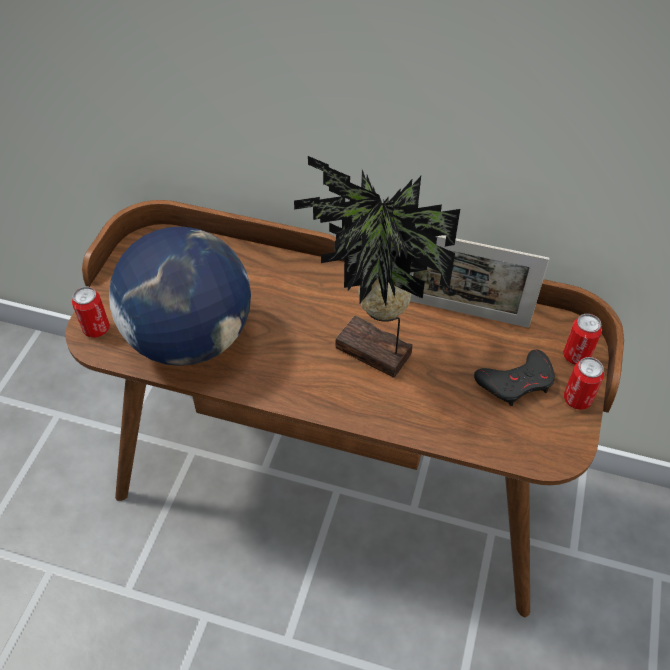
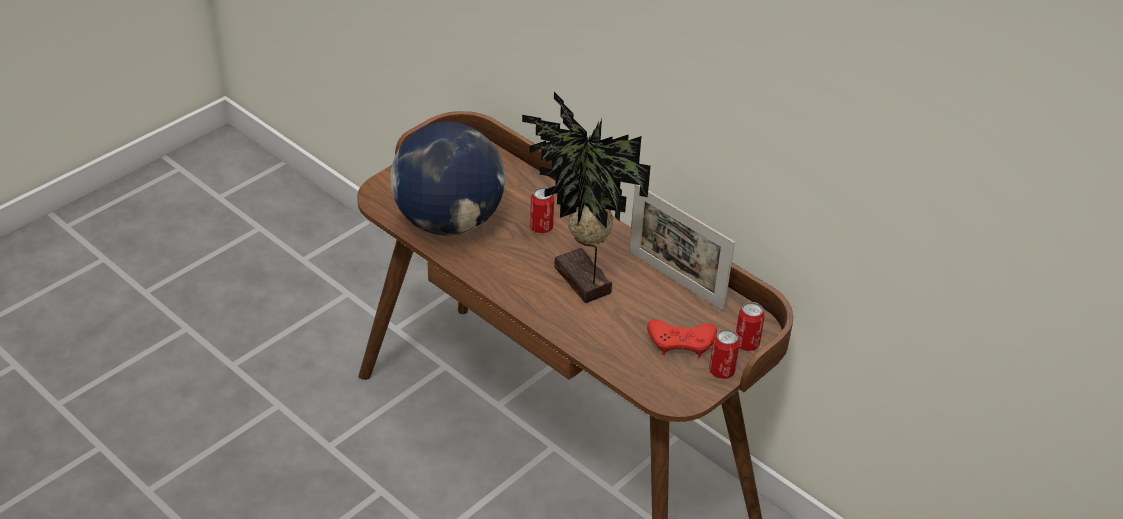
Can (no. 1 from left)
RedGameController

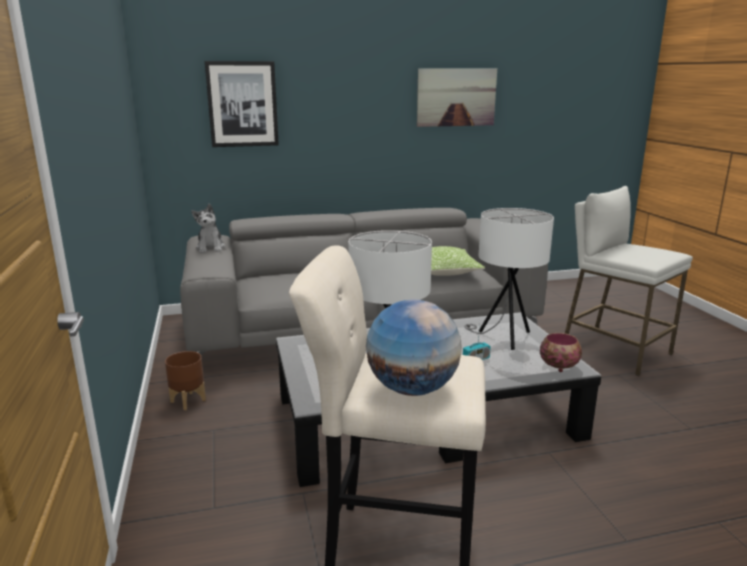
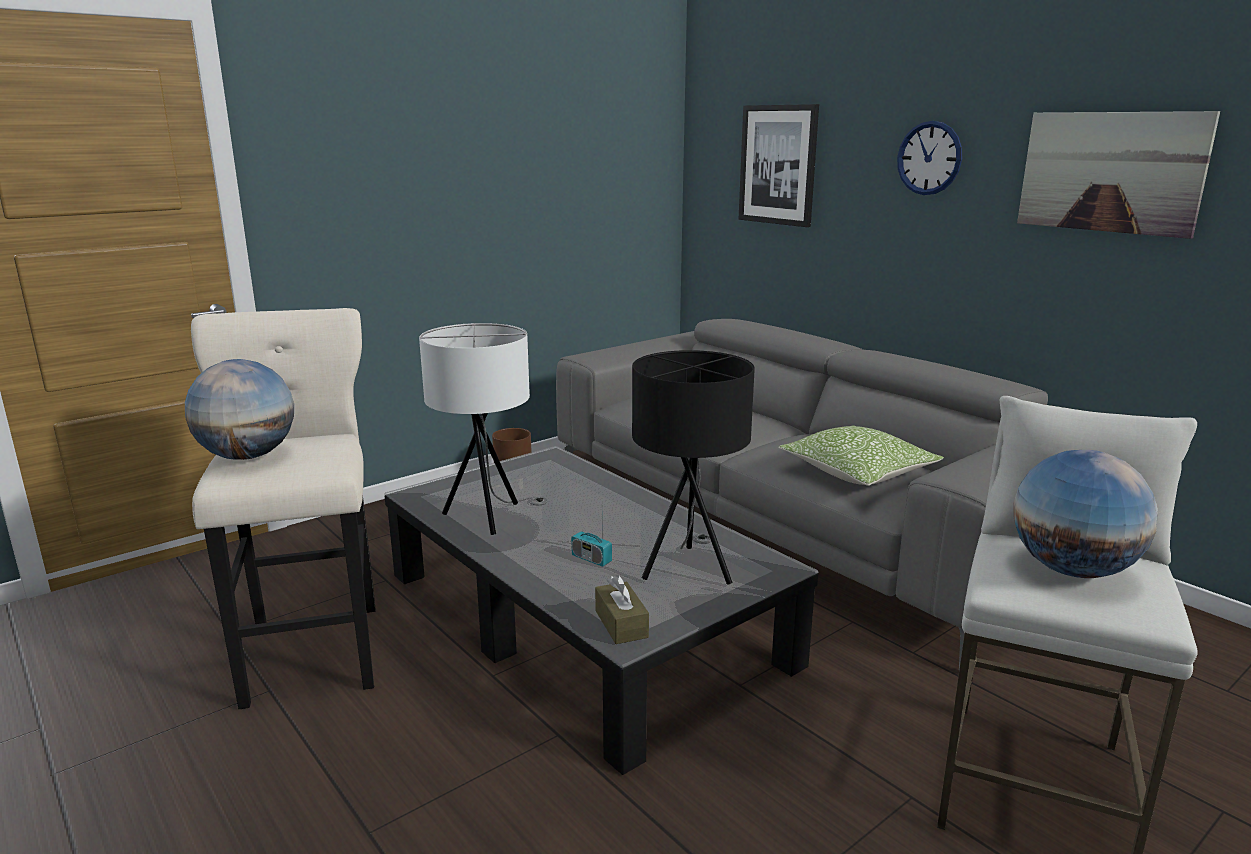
PlushToy
BlackTableLamp
BrownTissueBox
WallClock
Globe (no. 2 from left)

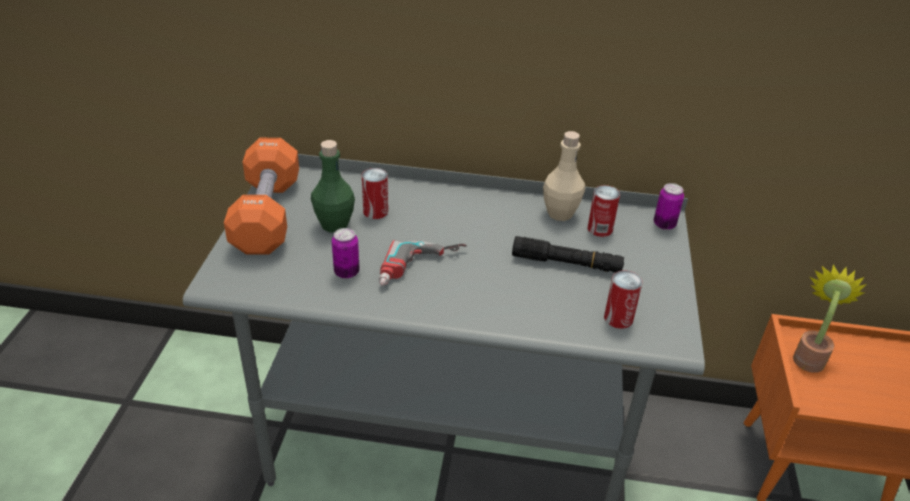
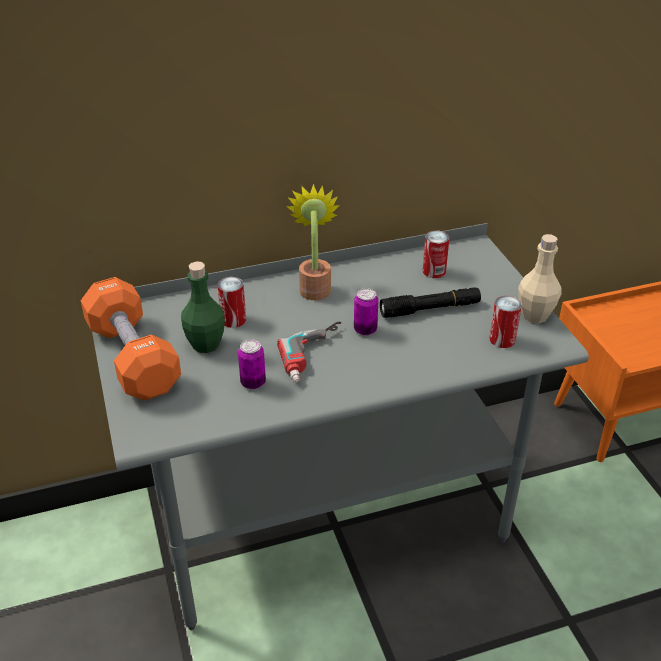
BeigeBottle
Can (no. 3 from left)
PottedPlant

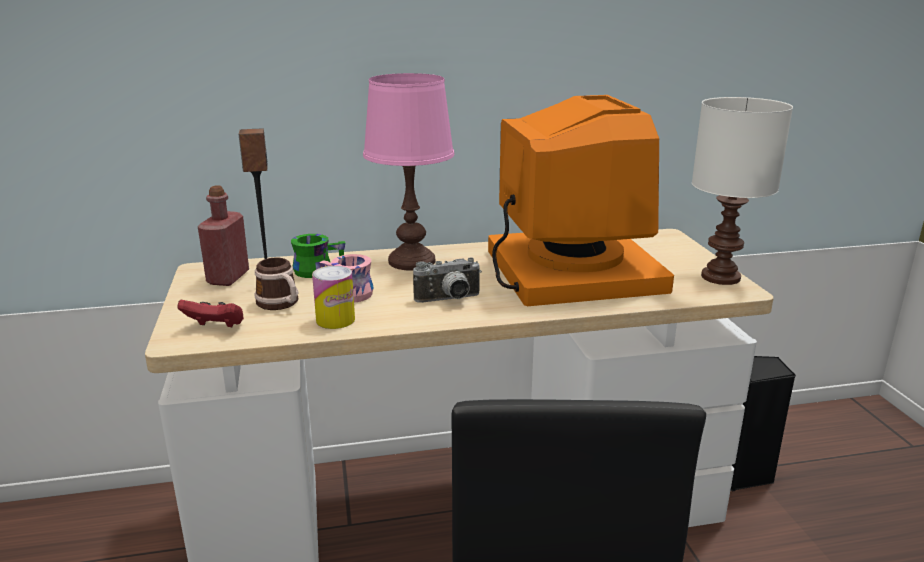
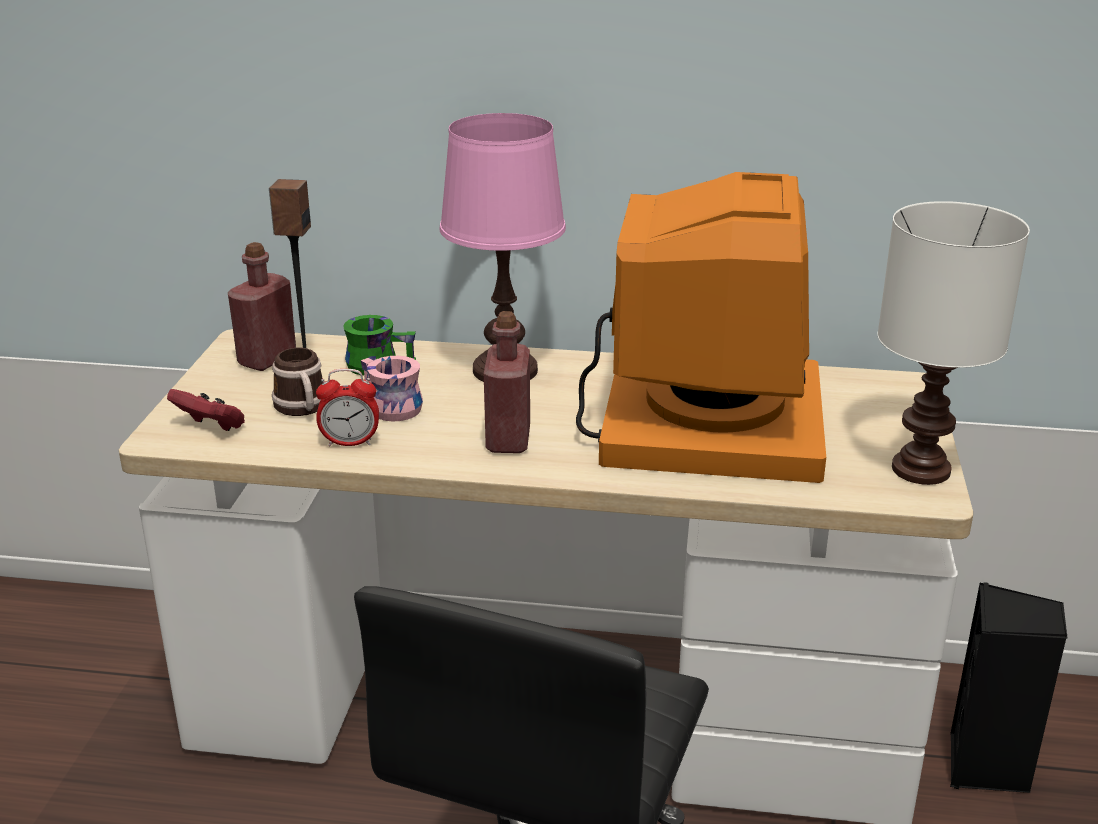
RedBottle (no. 2 from left)
AlarmClock

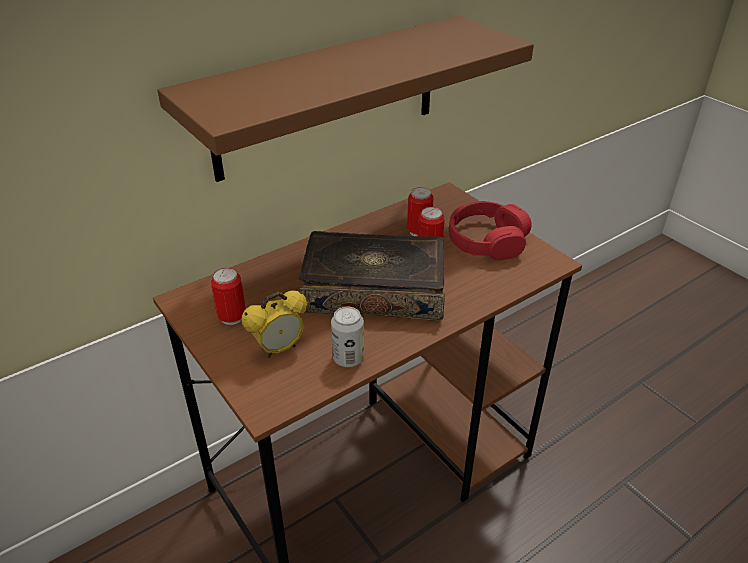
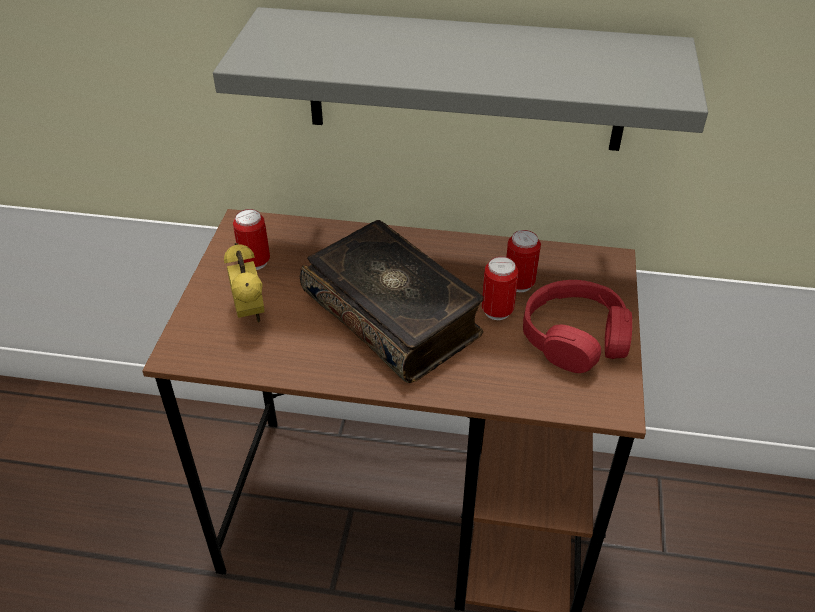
GreyShelf
AlarmClock
Can (no. 2 from left in the first image)

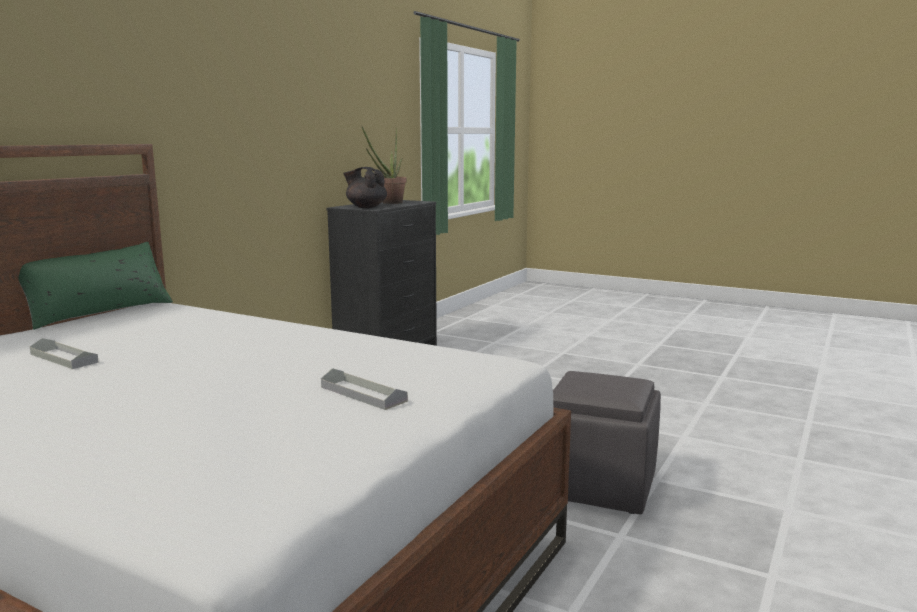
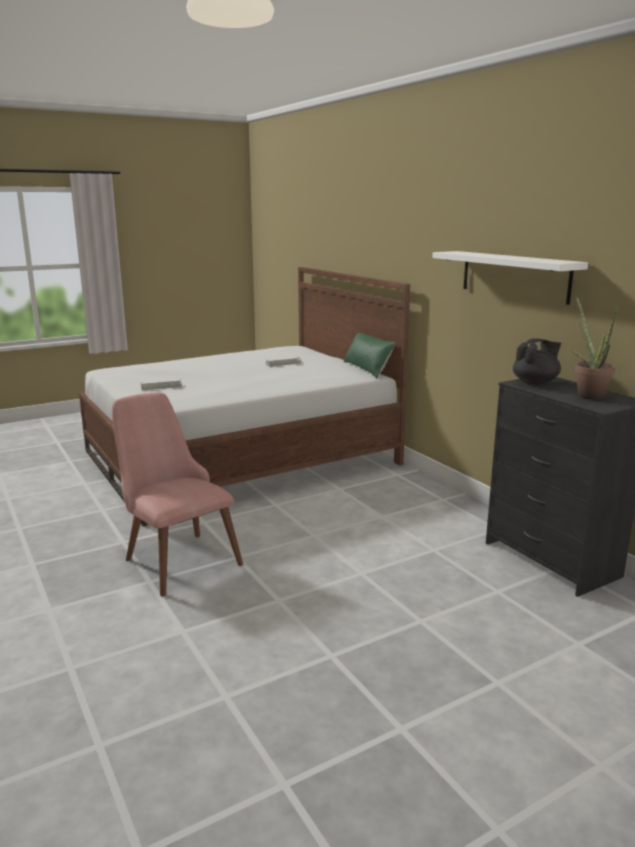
PinkChair
WhiteShelf

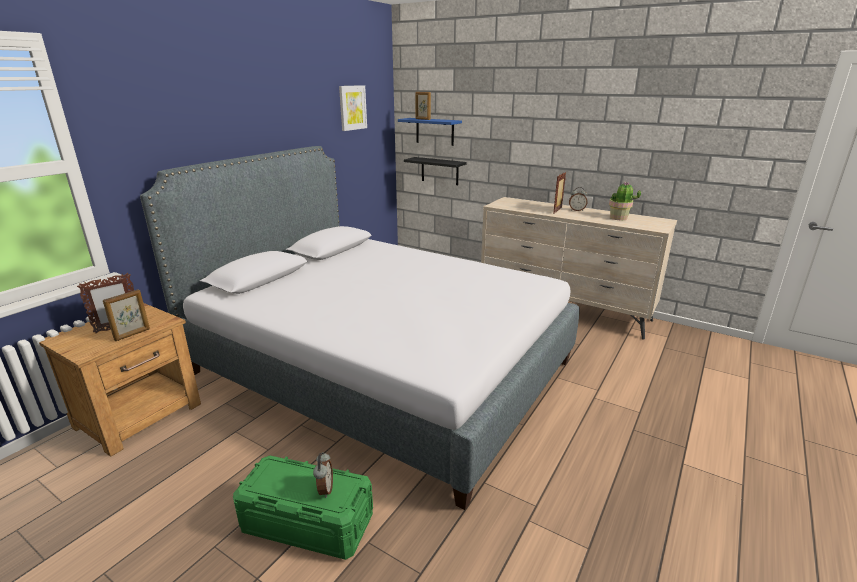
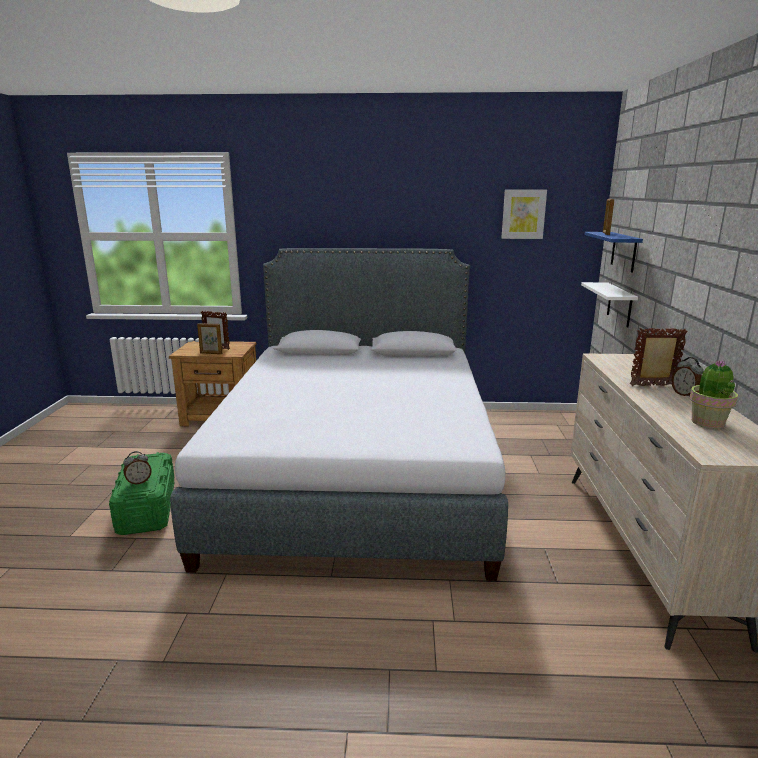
WhiteShelf

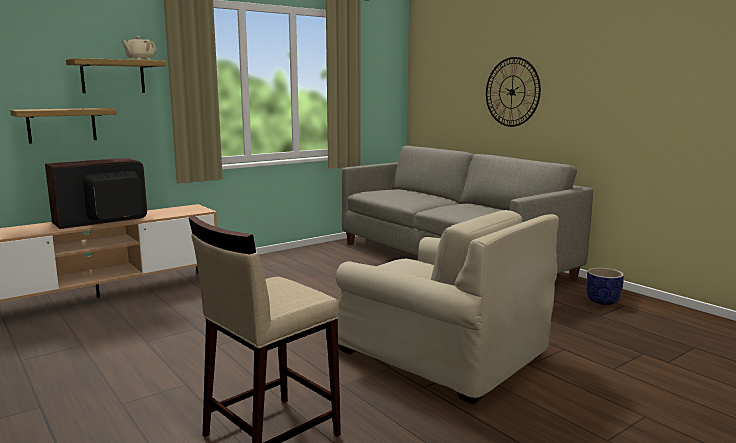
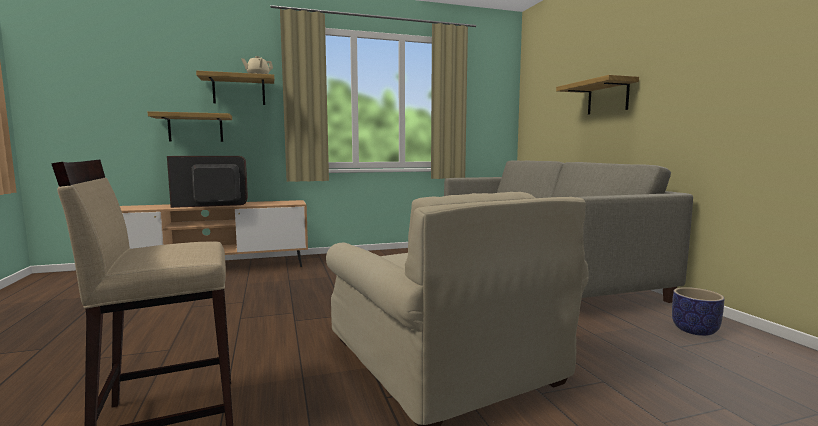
Shelf (no. 3 from left)

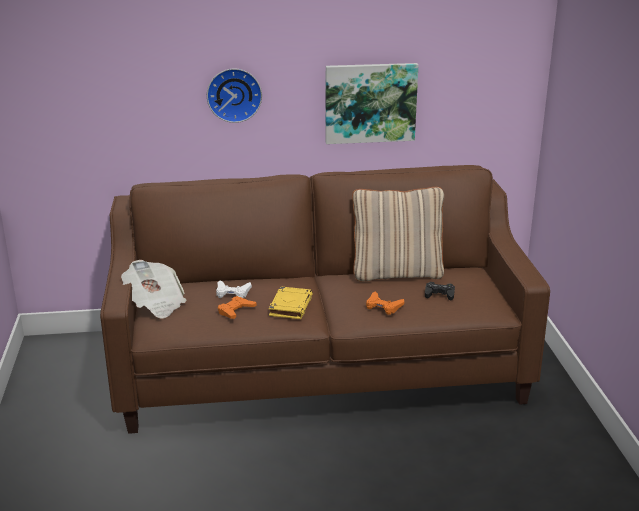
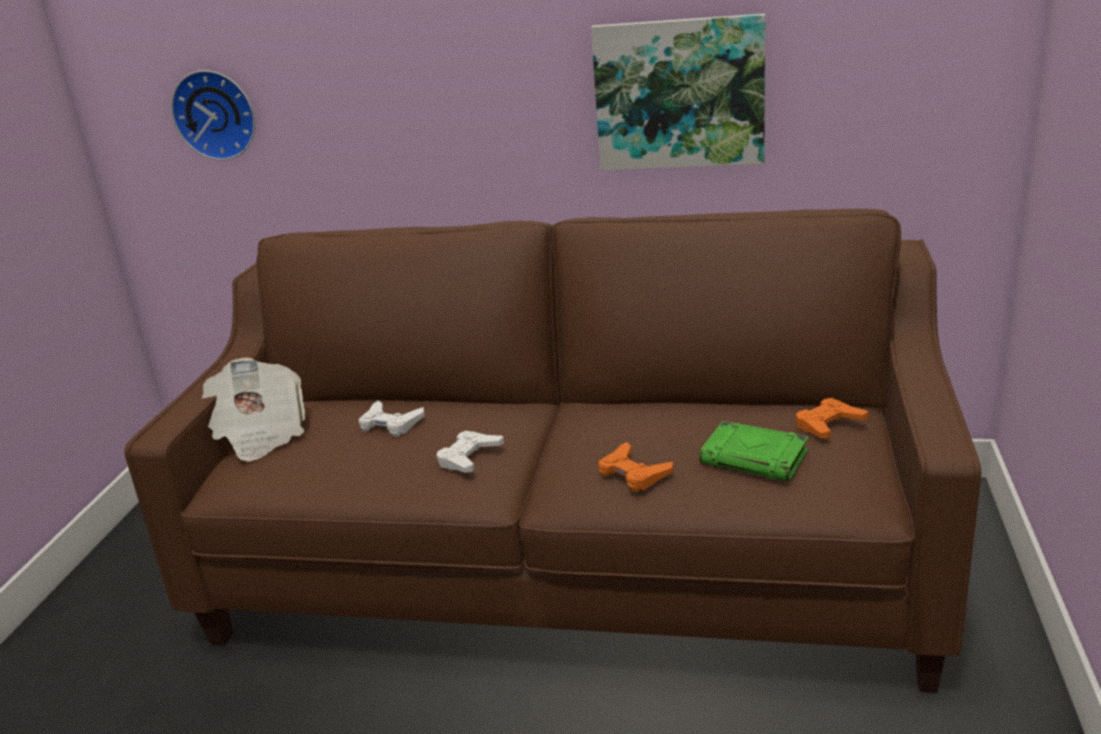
WallClock
BeigePillow
GreenBook
WhiteGameController (no. 2 from left)
OrangeGameController (no. 2 from left)

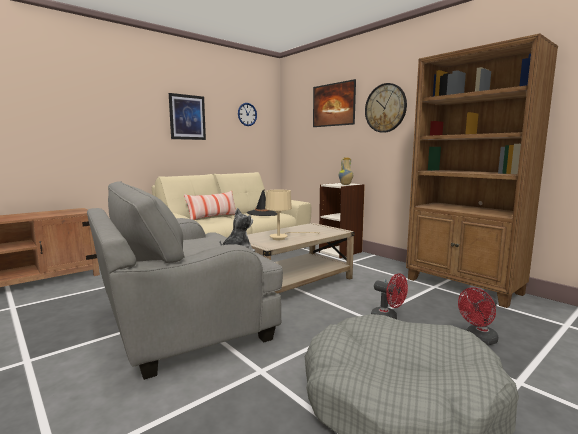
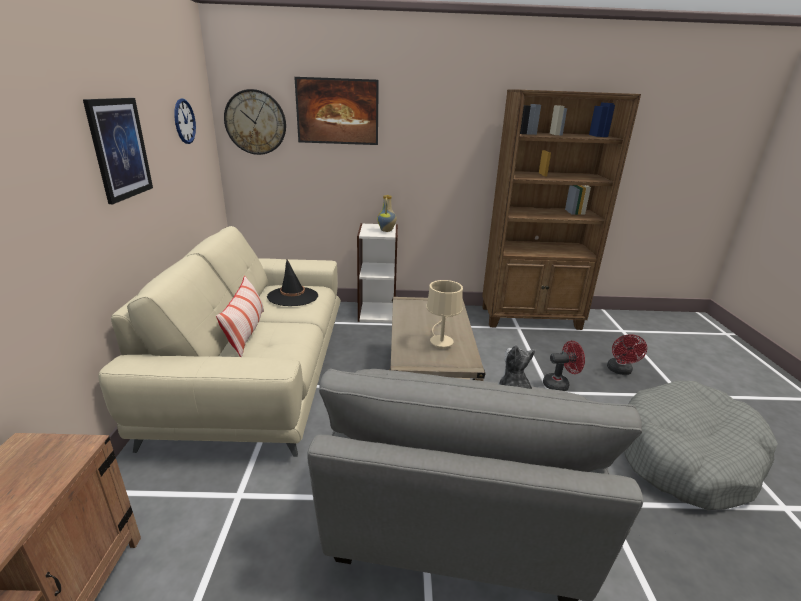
WallClock (no. 2 from left)

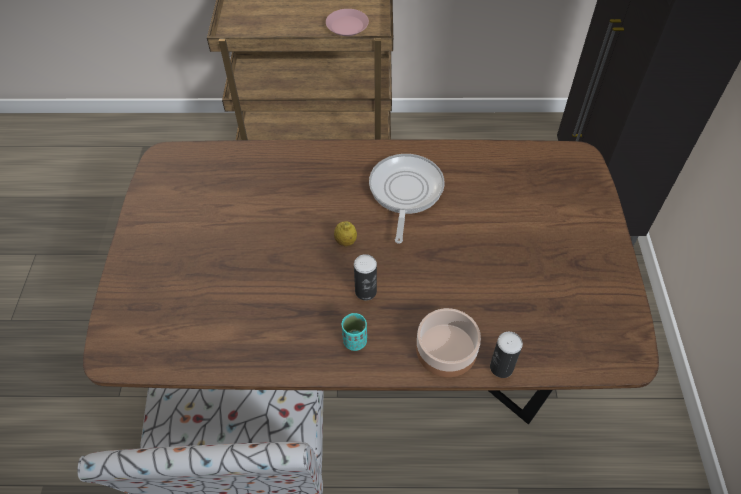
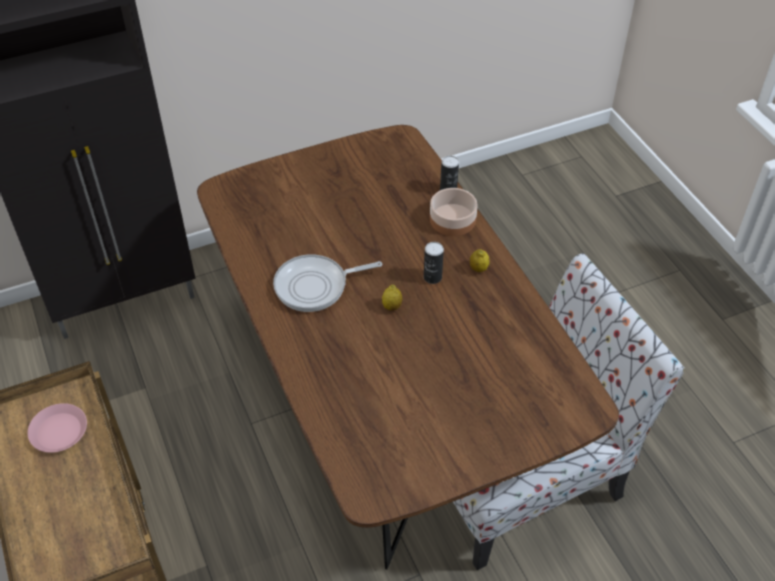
Lemon (no. 2 from left)

